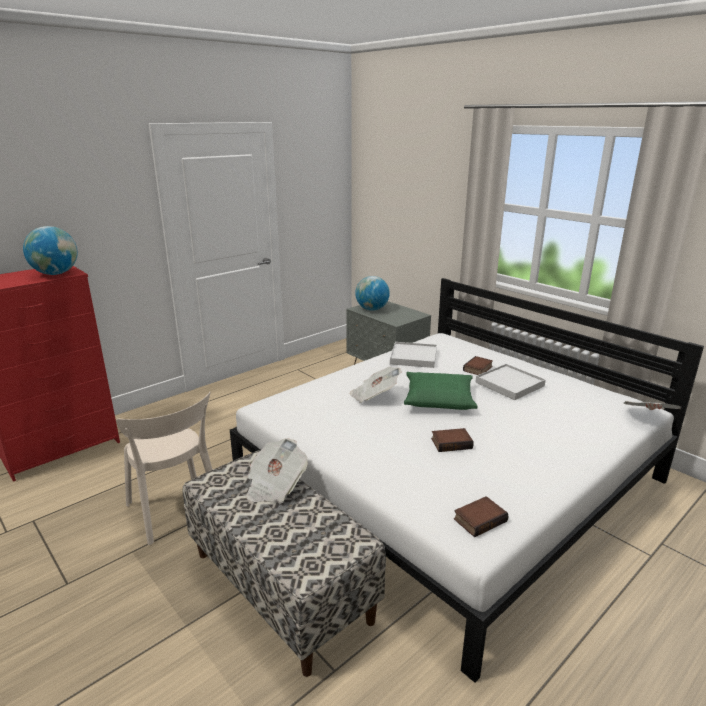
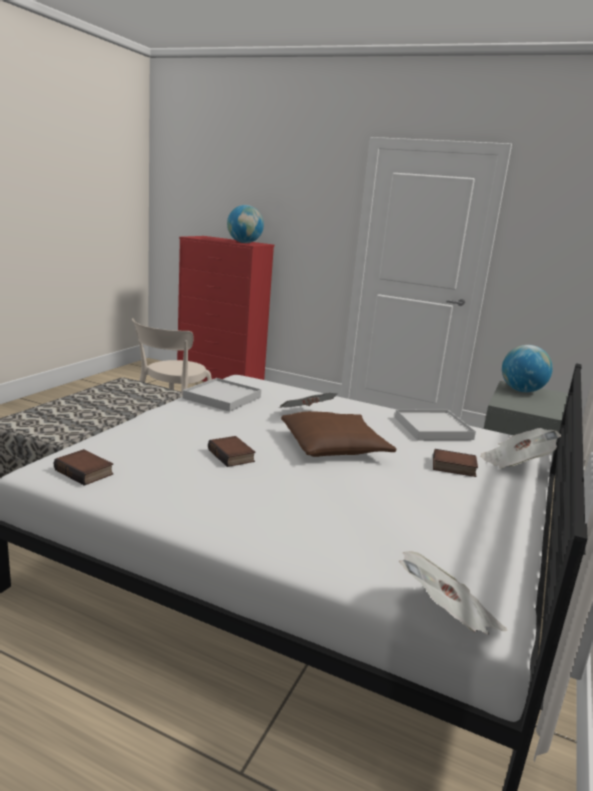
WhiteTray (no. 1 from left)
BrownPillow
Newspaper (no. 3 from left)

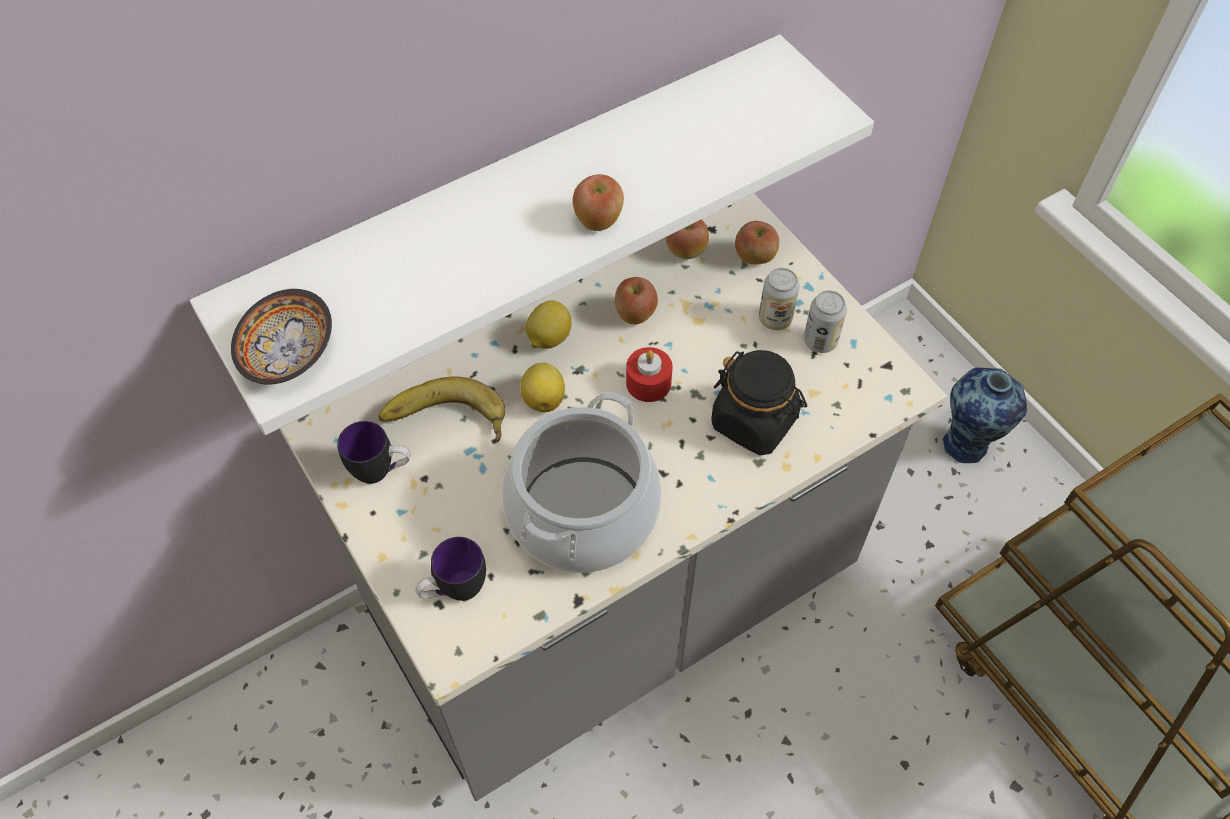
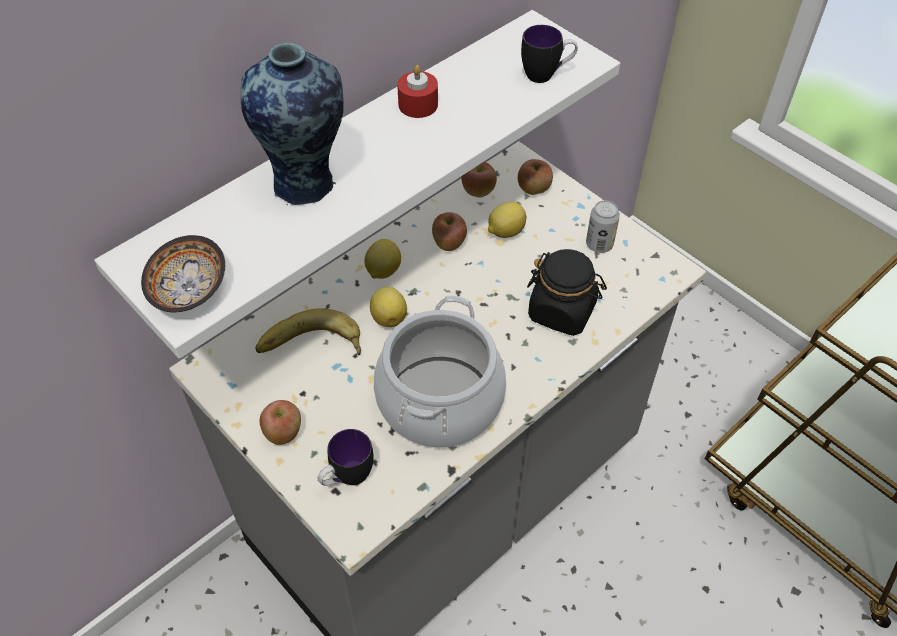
Apple (no. 1 from left)
Can (no. 1 from left in the first image)
RedCandle
Vase
Mug (no. 2 from left)
Lemon (no. 3 from left)

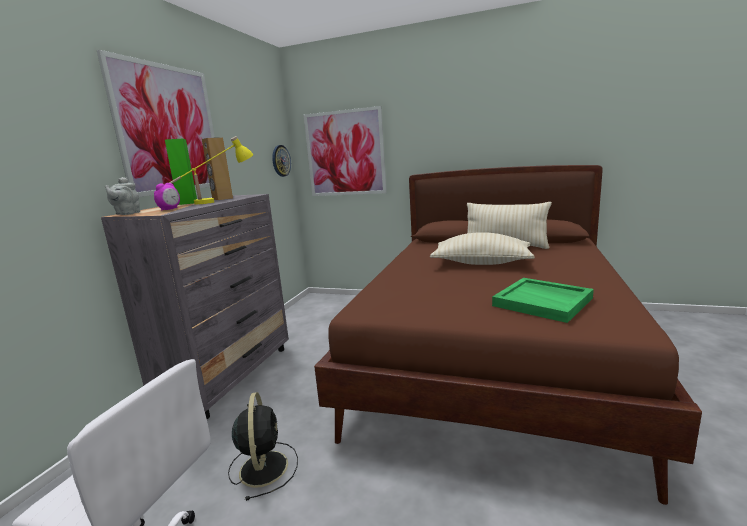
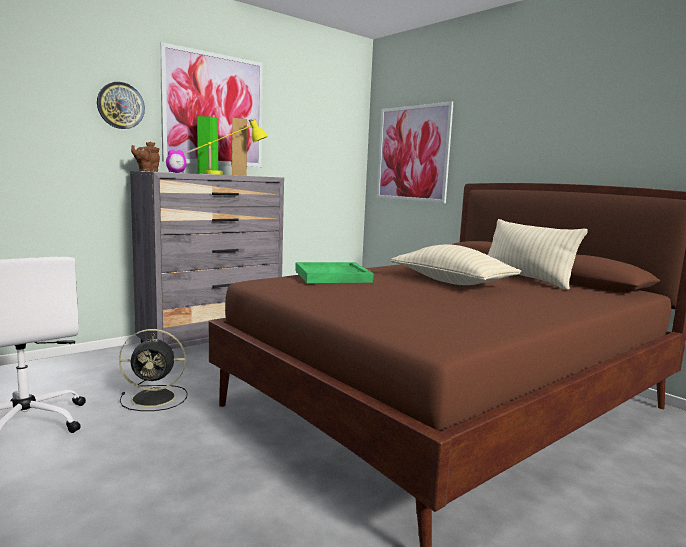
WallClock
BrownTeapot
GreenTray
BlackFan

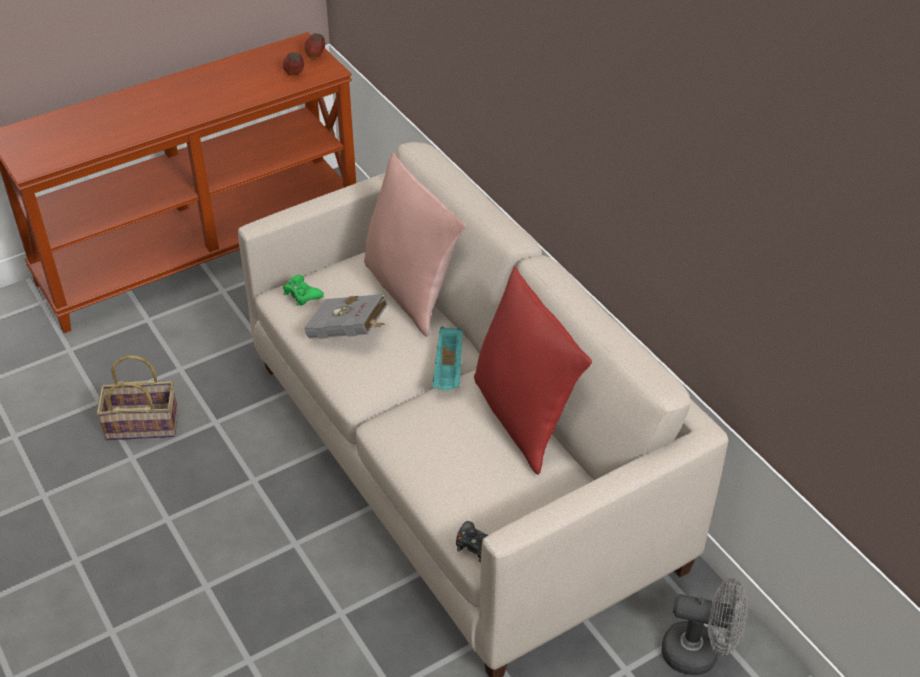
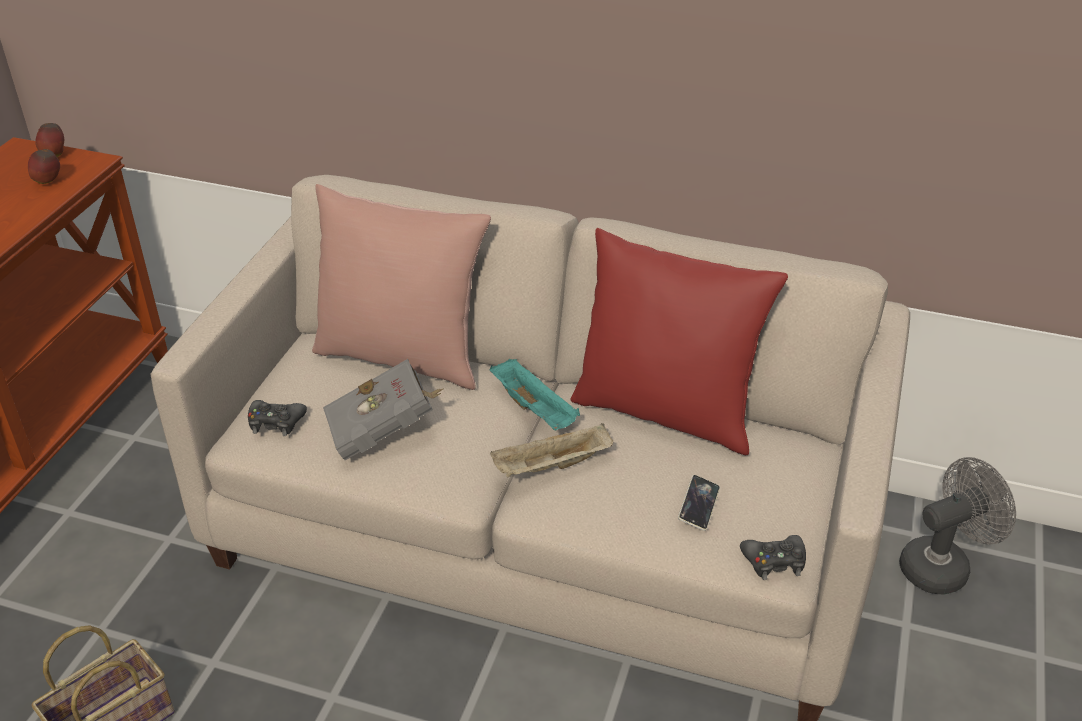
BlackGameController (no. 1 from left)
BeigeTray
Phone

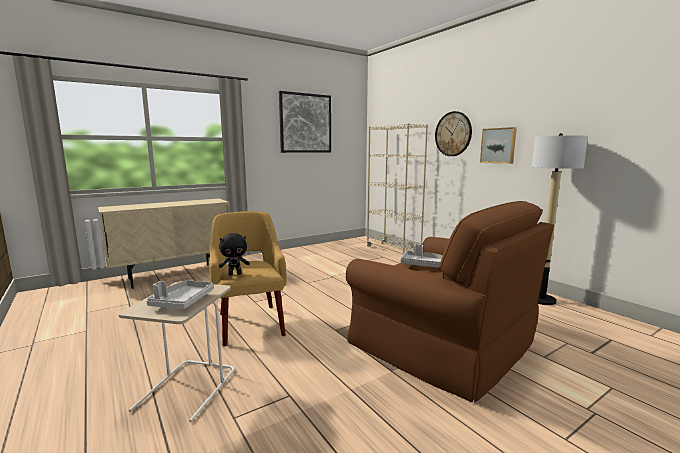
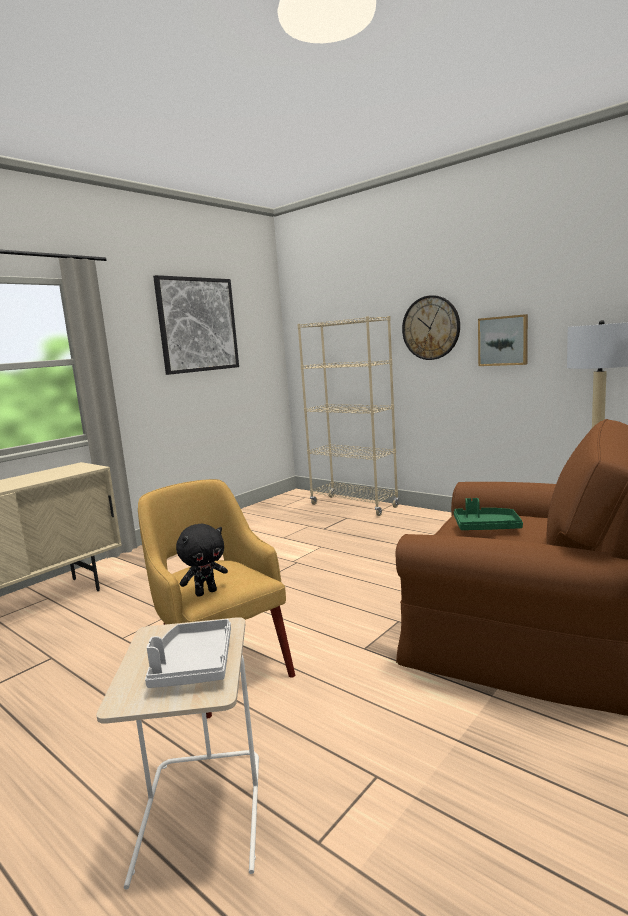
GreenTray

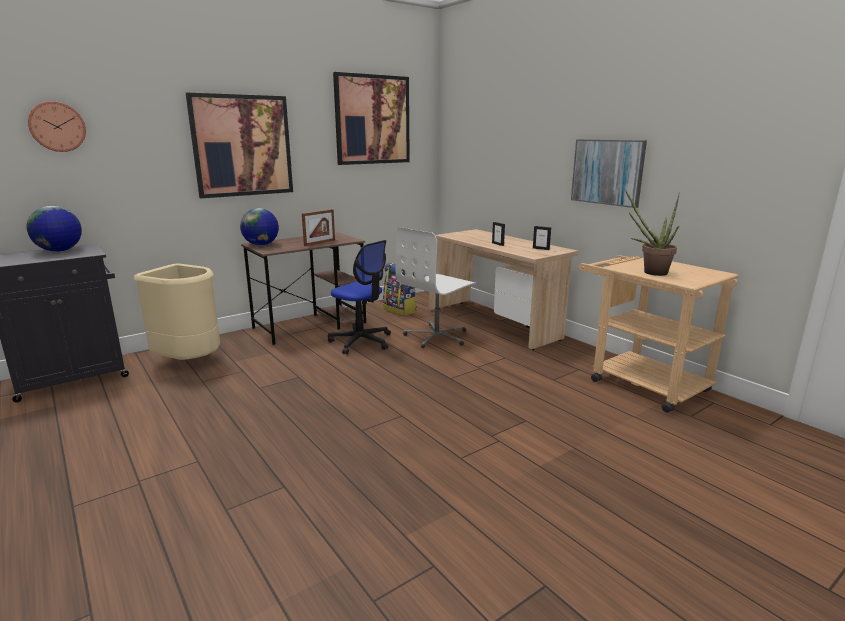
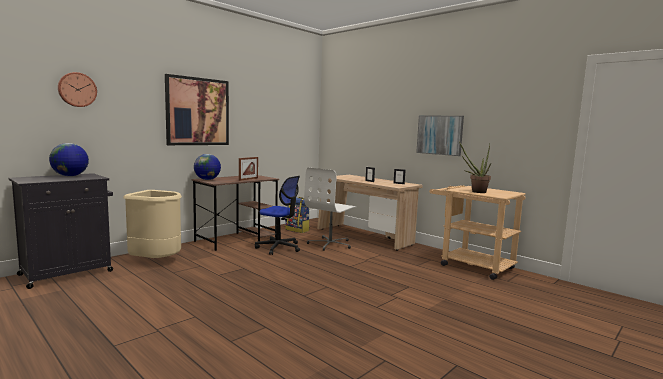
Picture (no. 2 from left in the first image)

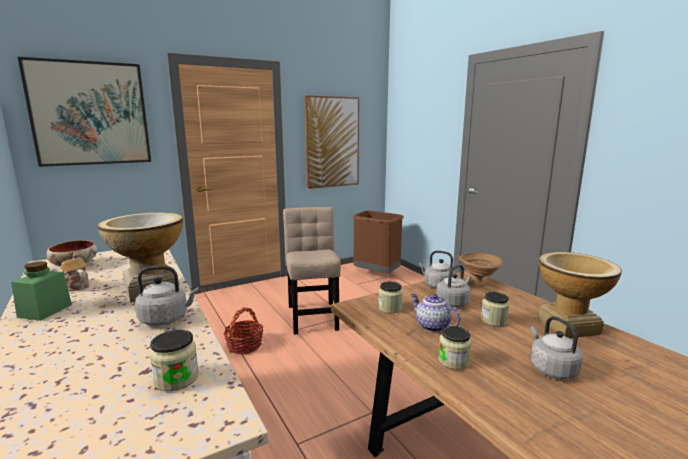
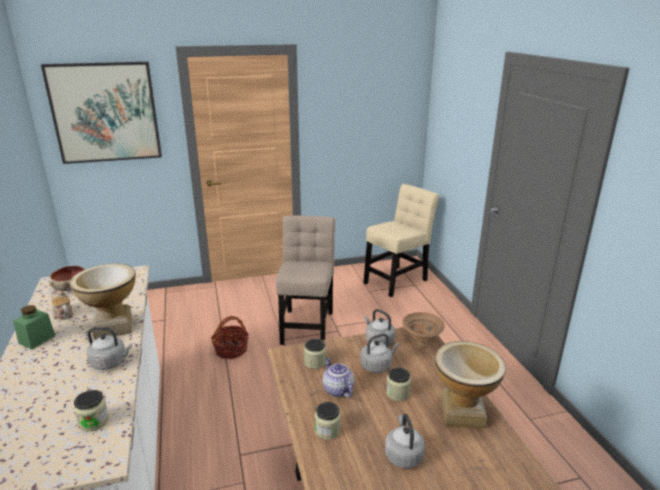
Picture (no. 2 from left in the first image)
BeigeChair (no. 2 from left)

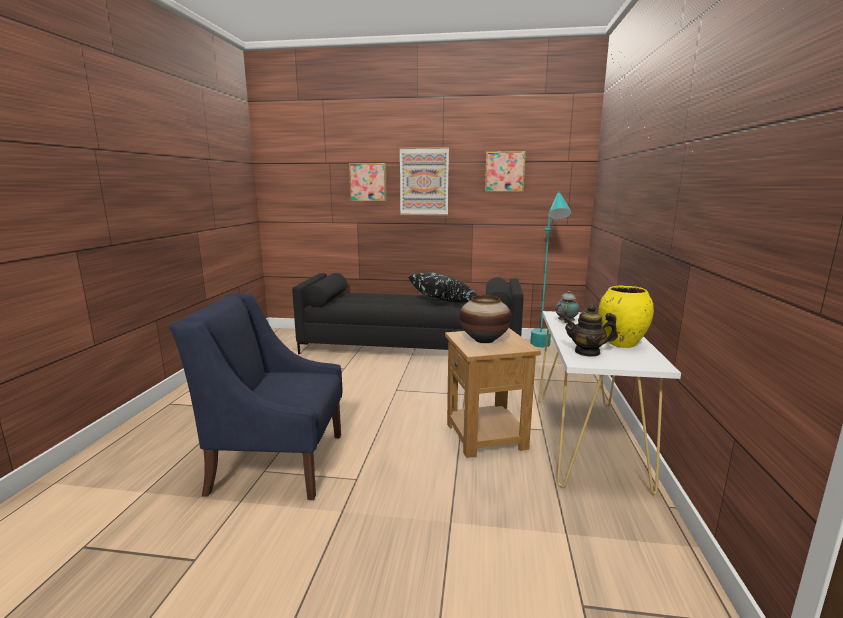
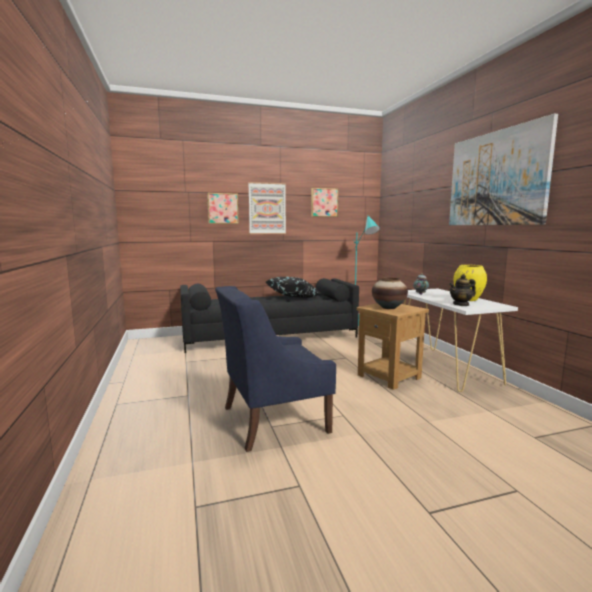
Picture (no. 4 from left)

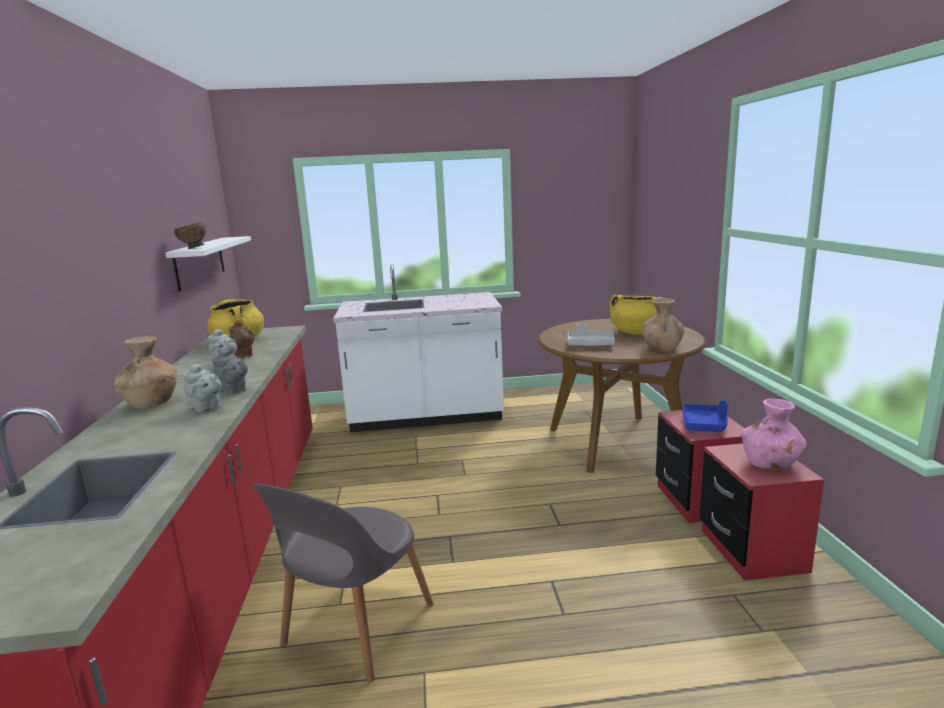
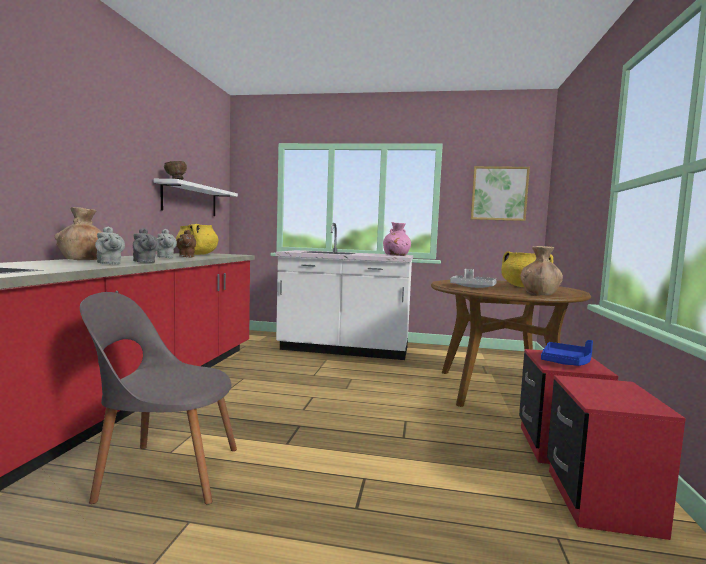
PinkVase
GreyChair
Picture

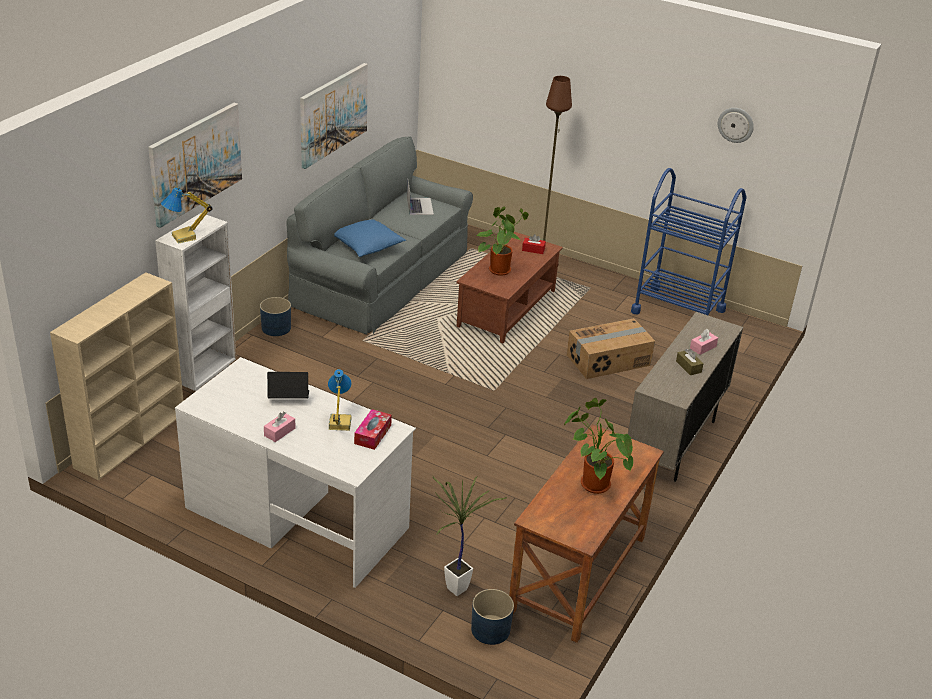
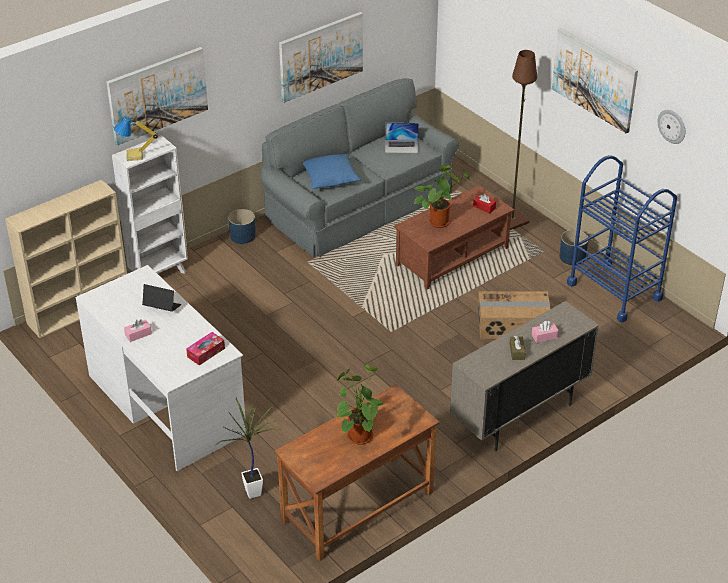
Laptop (no. 2 from left)
TableLamp (no. 2 from left in the first image)
BluePlanter (no. 2 from left)
Picture (no. 3 from left)

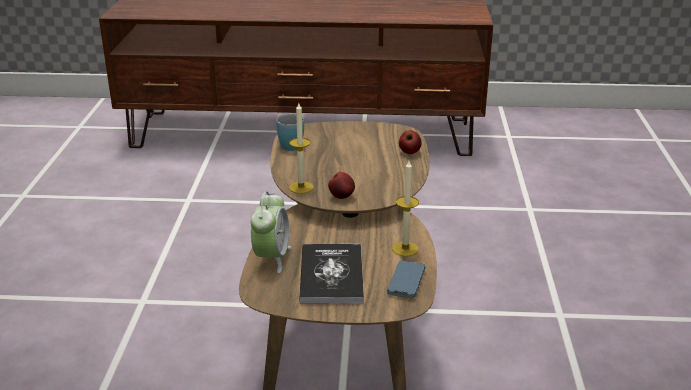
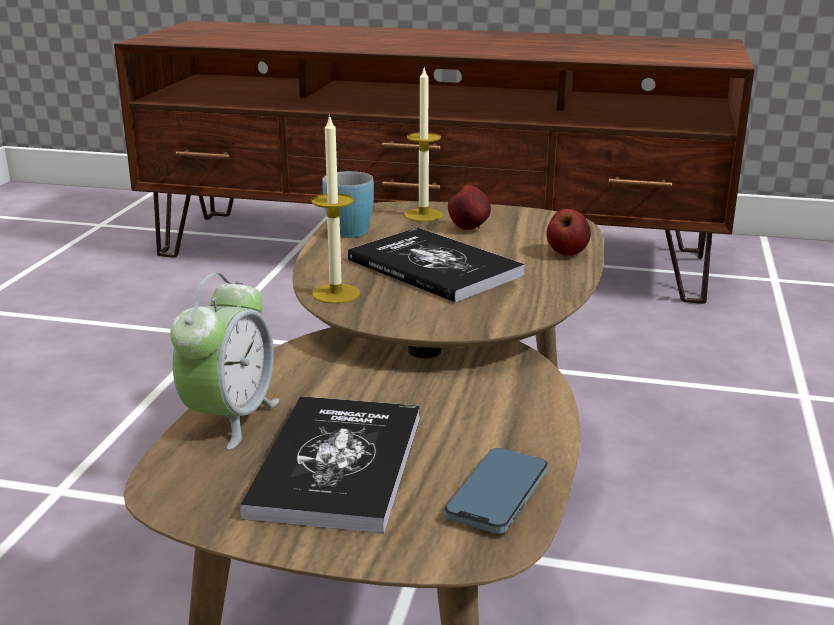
Candle (no. 2 from left)
Apple (no. 1 from left)
Book (no. 2 from left)

